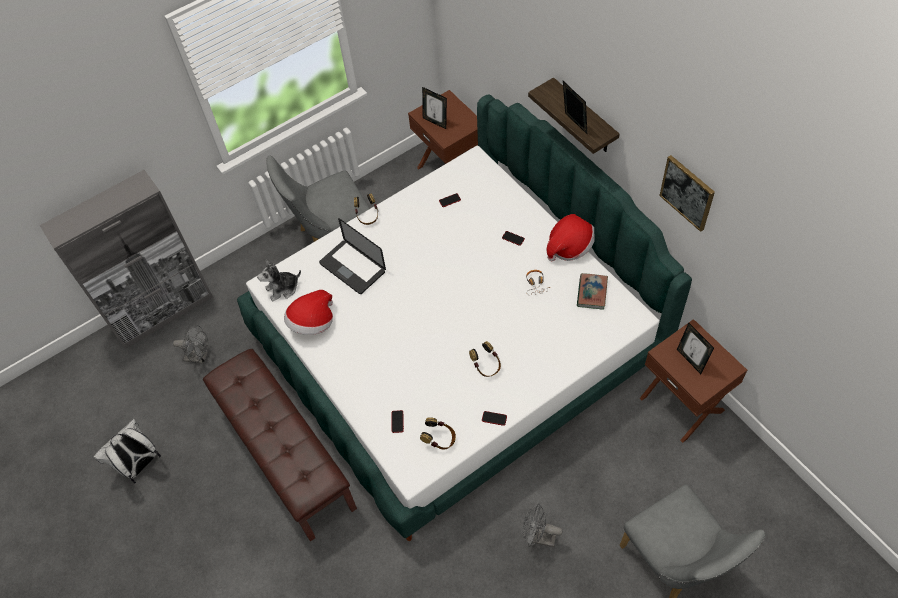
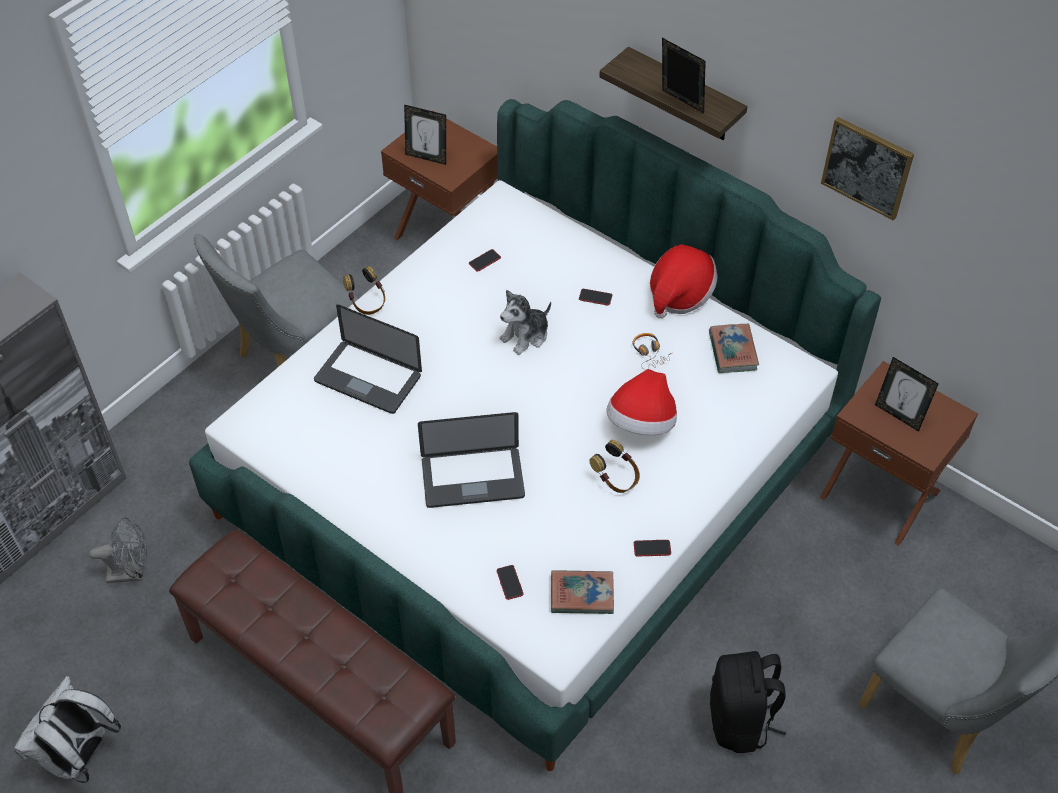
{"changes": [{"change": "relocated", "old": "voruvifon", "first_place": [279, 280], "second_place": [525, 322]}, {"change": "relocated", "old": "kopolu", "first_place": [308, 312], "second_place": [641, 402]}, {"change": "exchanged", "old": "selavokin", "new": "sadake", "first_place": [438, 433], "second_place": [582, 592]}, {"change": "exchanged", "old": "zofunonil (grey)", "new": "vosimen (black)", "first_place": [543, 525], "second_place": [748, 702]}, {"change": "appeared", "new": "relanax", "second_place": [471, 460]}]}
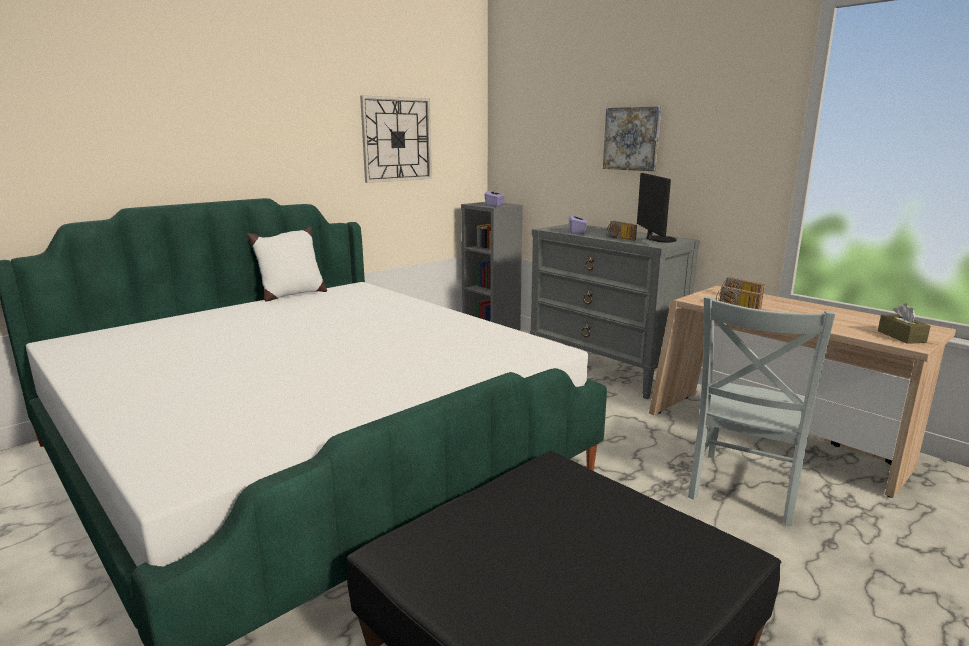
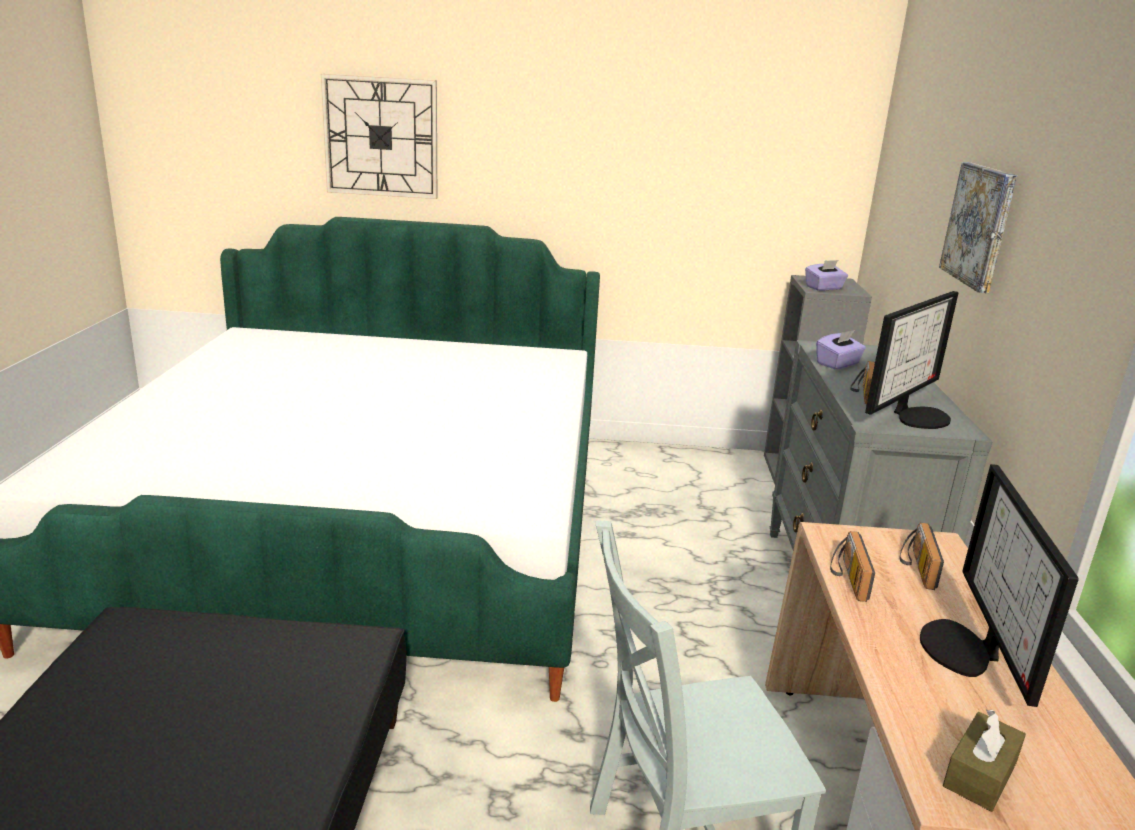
{"changes": [{"change": "relocated", "old": "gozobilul", "first_place": [396, 139], "second_place": [379, 136]}, {"change": "missing", "old": "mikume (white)", "first_place": [287, 264]}, {"change": "appeared", "new": "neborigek", "second_place": [999, 585]}]}
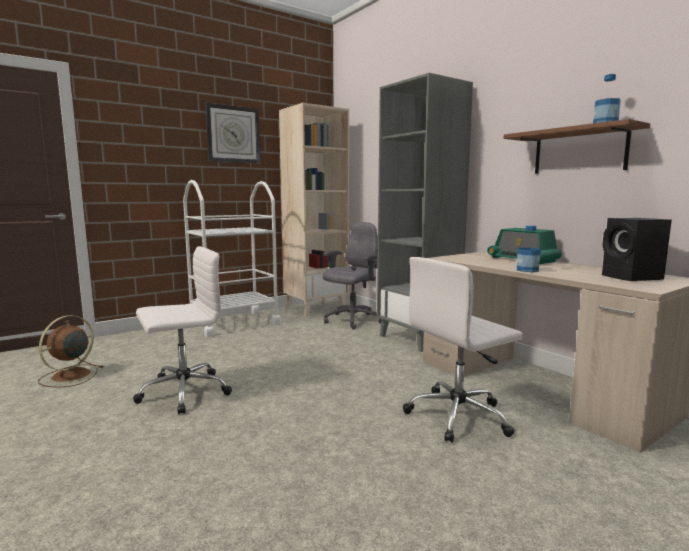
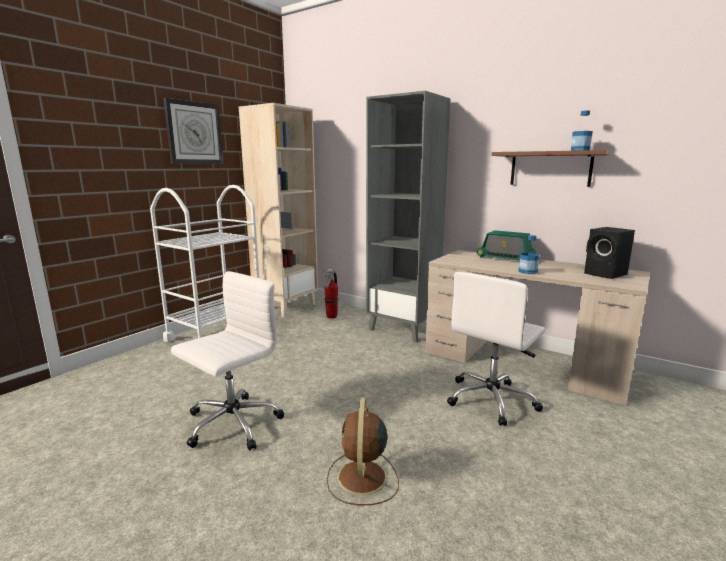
{"changes": [{"change": "exchanged", "old": "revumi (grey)", "new": "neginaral", "first_place": [351, 275], "second_place": [331, 293]}, {"change": "relocated", "old": "zofunonil (brown)", "first_place": [71, 351], "second_place": [363, 451]}]}
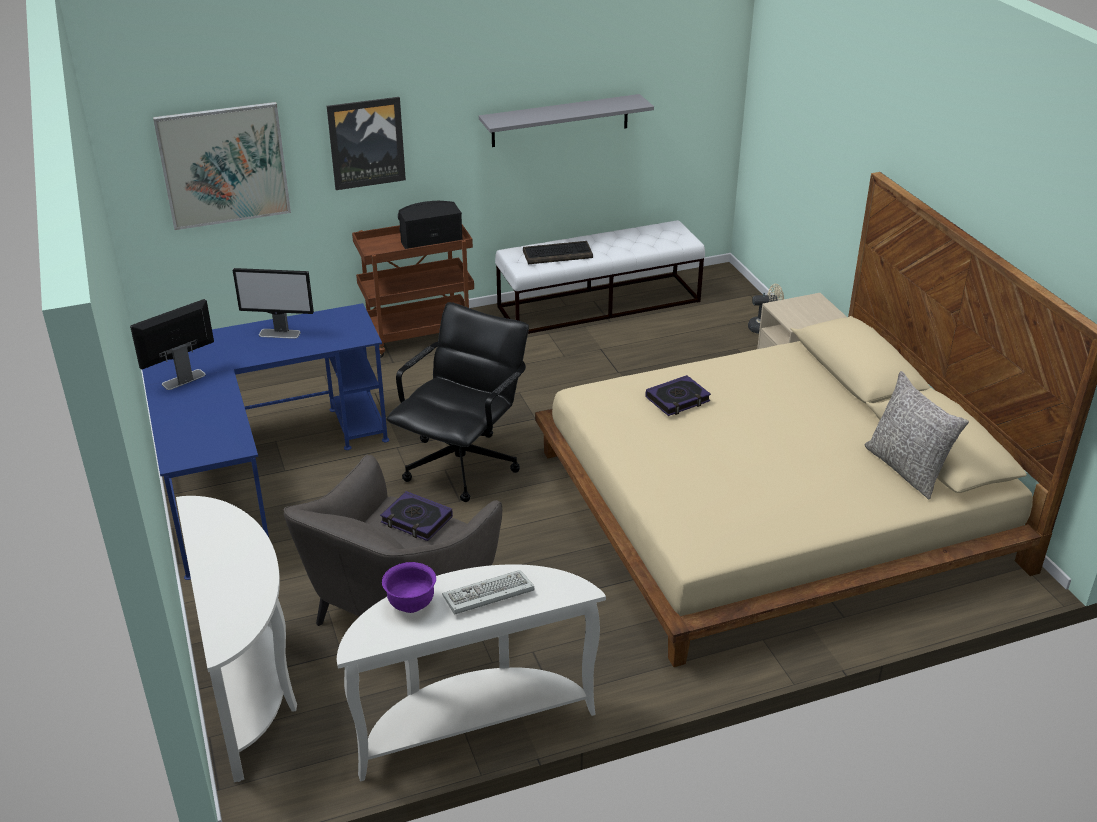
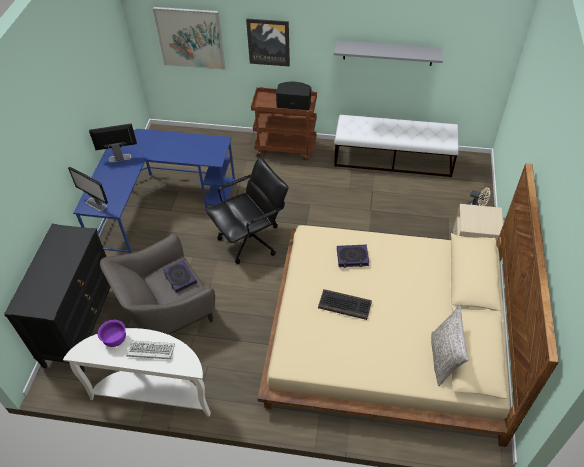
{"changes": [{"change": "relocated", "old": "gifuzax", "first_place": [558, 252], "second_place": [345, 304]}, {"change": "relocated", "old": "neborigek", "first_place": [273, 303], "second_place": [88, 189]}, {"change": "exchanged", "old": "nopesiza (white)", "new": "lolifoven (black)", "first_place": [236, 639], "second_place": [57, 298]}]}
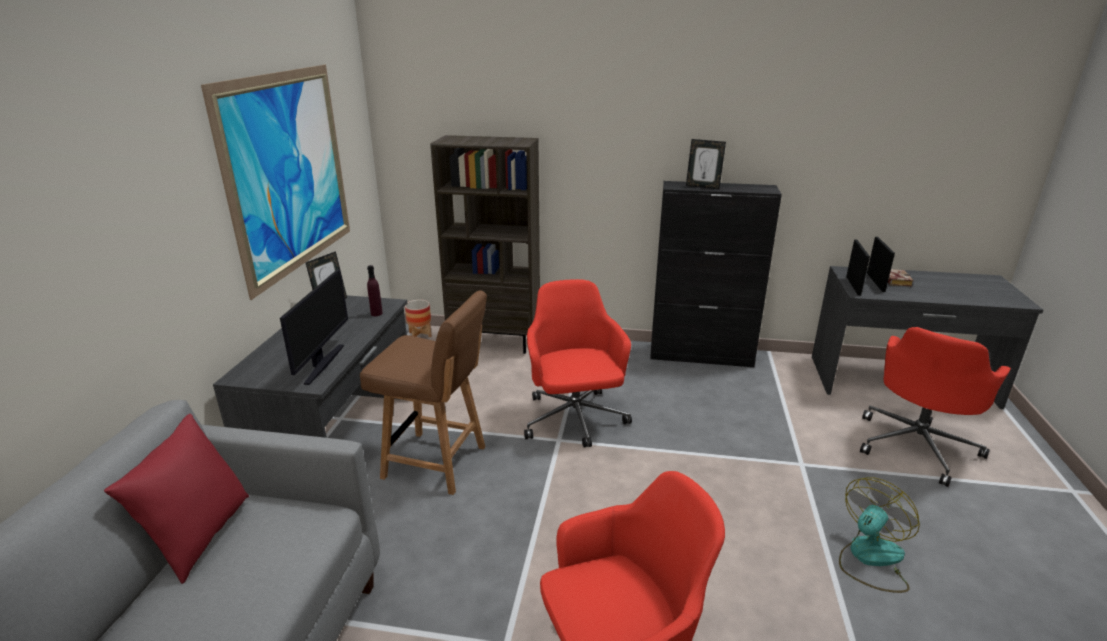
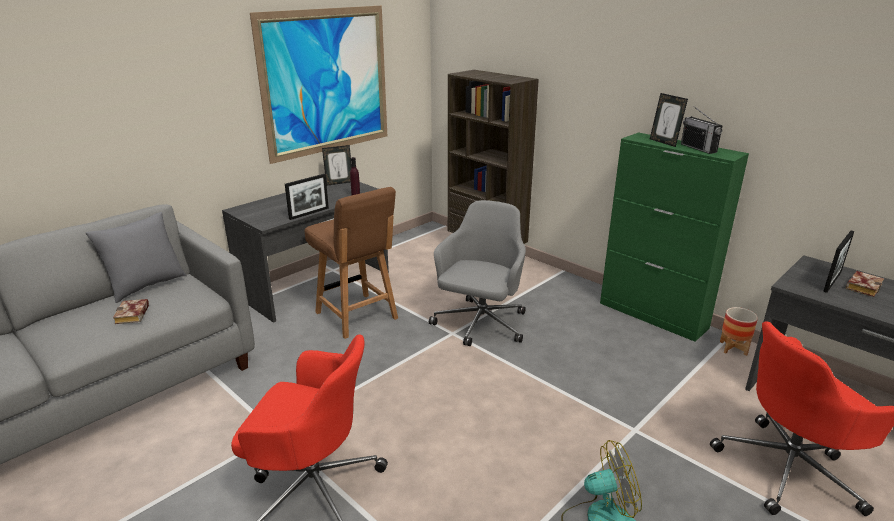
{"changes": [{"change": "colour", "old": "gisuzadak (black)", "new": "gisuzadak (green)", "first_place": [716, 274], "second_place": [674, 237]}, {"change": "relocated", "old": "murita", "first_place": [858, 267], "second_place": [307, 197]}, {"change": "missing", "old": "neborigek", "first_place": [314, 327]}, {"change": "colour", "old": "revumi (red)", "new": "revumi (grey)", "first_place": [578, 363], "second_place": [477, 273]}, {"change": "relocated", "old": "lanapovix", "first_place": [418, 318], "second_place": [739, 331]}, {"change": "colour", "old": "mikume (red)", "new": "mikume (grey)", "first_place": [176, 499], "second_place": [136, 257]}, {"change": "appeared", "new": "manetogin", "second_place": [701, 130]}, {"change": "appeared", "new": "sadake", "second_place": [131, 311]}]}
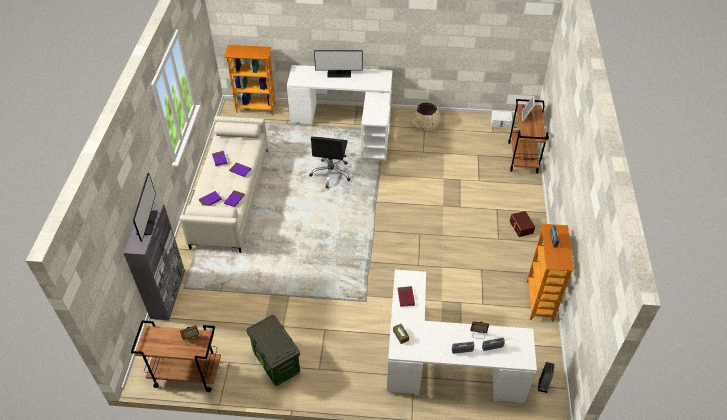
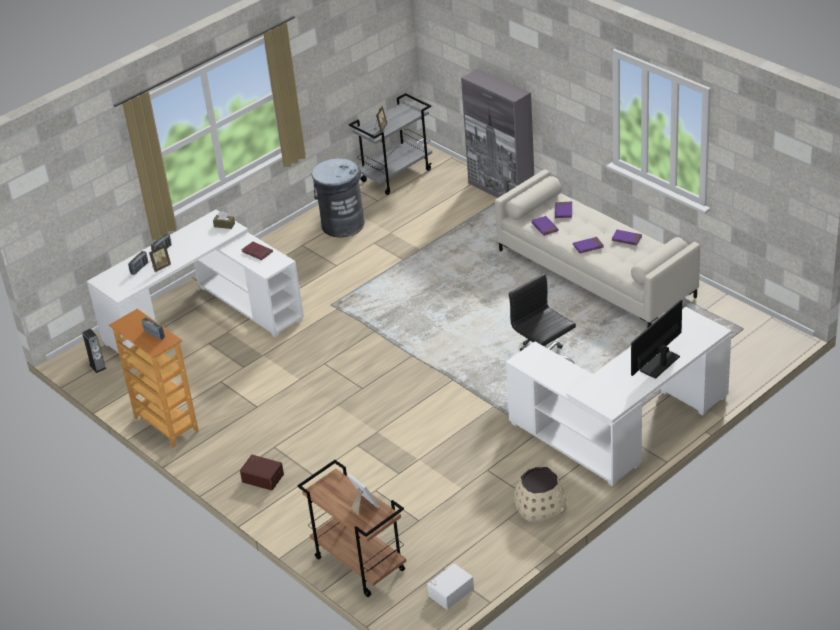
{"changes": [{"change": "missing", "old": "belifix", "first_place": [250, 80]}, {"change": "missing", "old": "neborigek", "first_place": [145, 207]}, {"change": "exchanged", "old": "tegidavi", "new": "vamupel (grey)", "first_place": [273, 350], "second_place": [338, 197]}, {"change": "colour", "old": "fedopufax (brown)", "new": "fedopufax (grey)", "first_place": [176, 356], "second_place": [390, 144]}]}
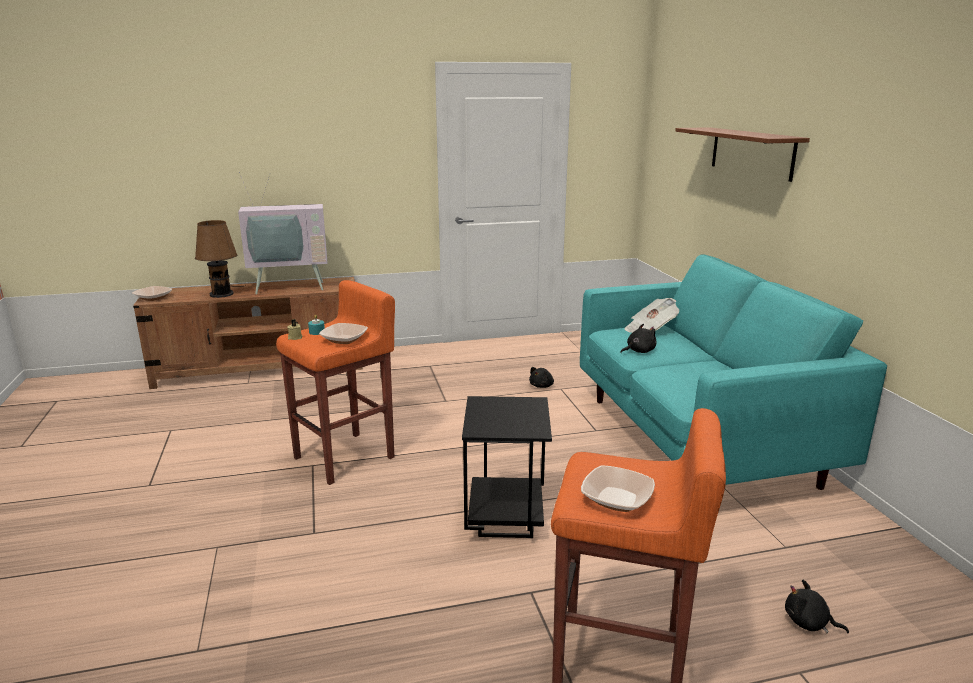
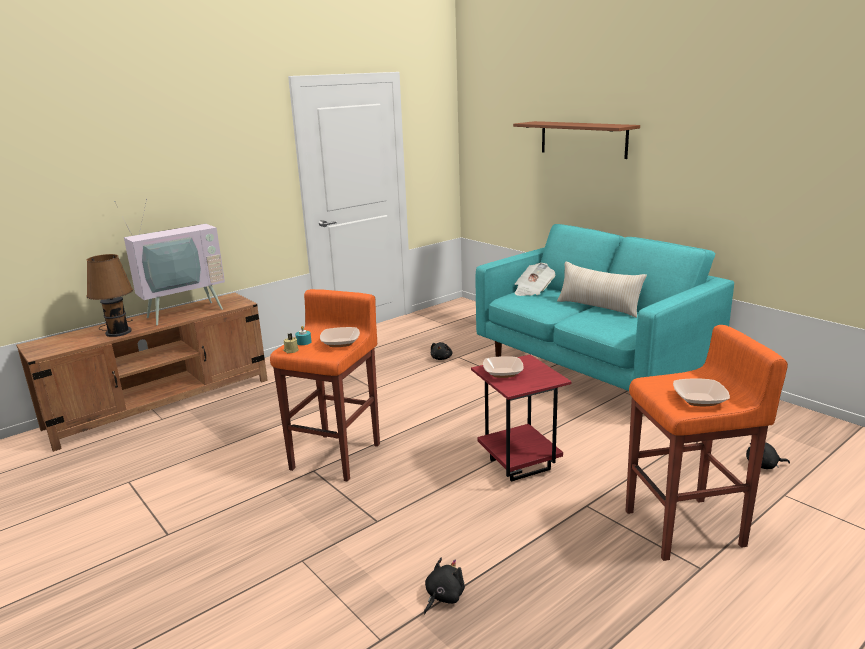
{"changes": [{"change": "relocated", "old": "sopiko", "first_place": [152, 293], "second_place": [503, 367]}, {"change": "relocated", "old": "voruvifon (black)", "first_place": [638, 338], "second_place": [444, 586]}, {"change": "colour", "old": "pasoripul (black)", "new": "pasoripul (red)", "first_place": [507, 467], "second_place": [521, 418]}, {"change": "appeared", "new": "mikume (beige)", "second_place": [602, 289]}]}
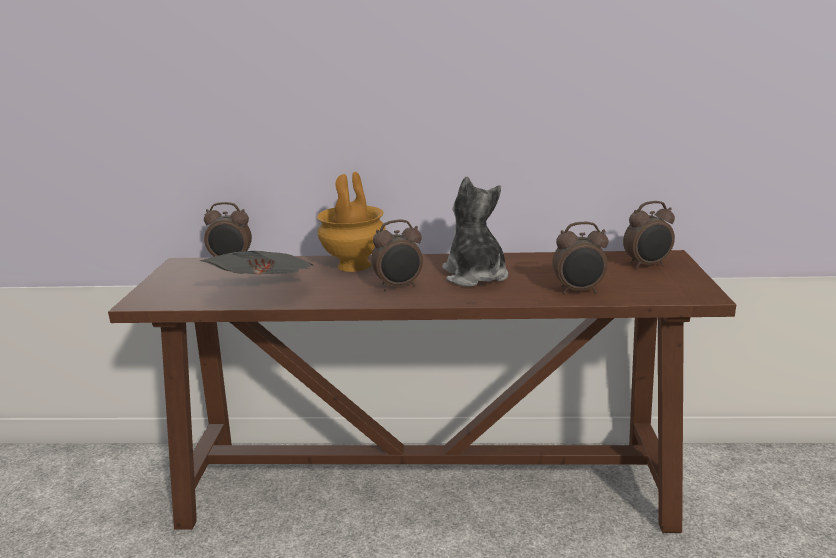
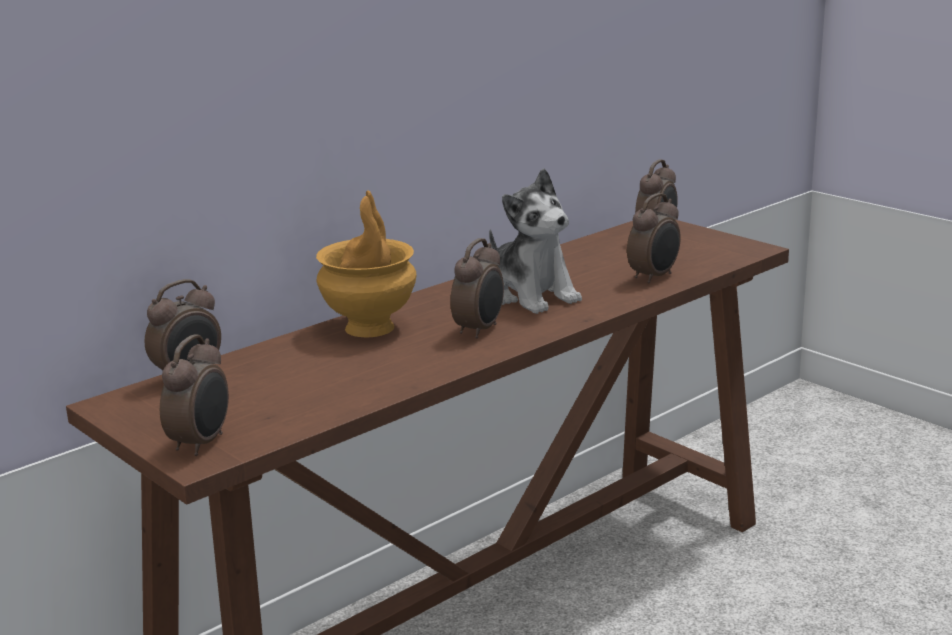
{"changes": [{"change": "spun", "old": "voruvifon", "first_place": [475, 231], "second_place": [535, 241], "degrees": -150}, {"change": "missing", "old": "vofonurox", "first_place": [257, 263]}, {"change": "appeared", "new": "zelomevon", "second_place": [194, 395]}]}
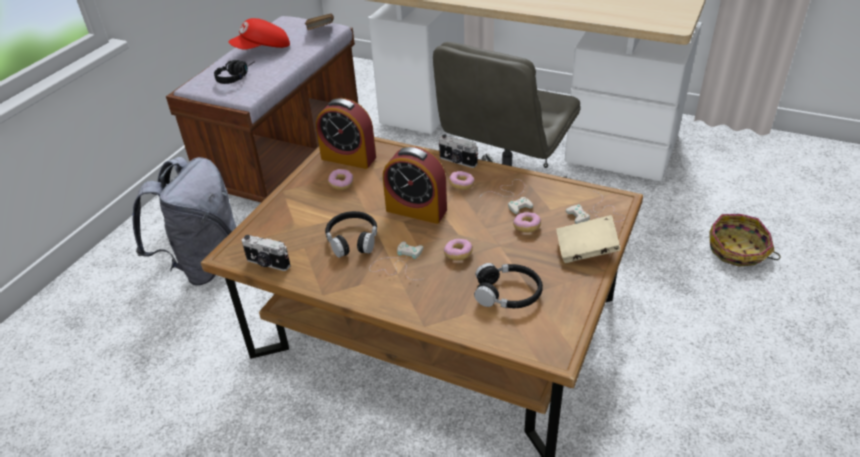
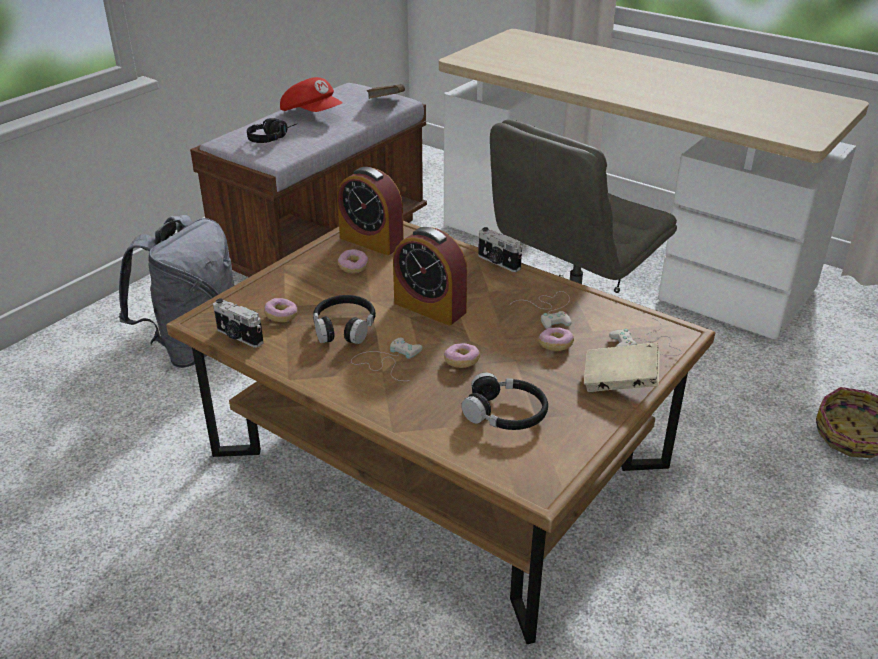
{"changes": [{"change": "spun", "old": "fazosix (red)", "first_place": [259, 34], "second_place": [311, 94], "degrees": -120}, {"change": "relocated", "old": "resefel", "first_place": [462, 180], "second_place": [281, 310]}]}
